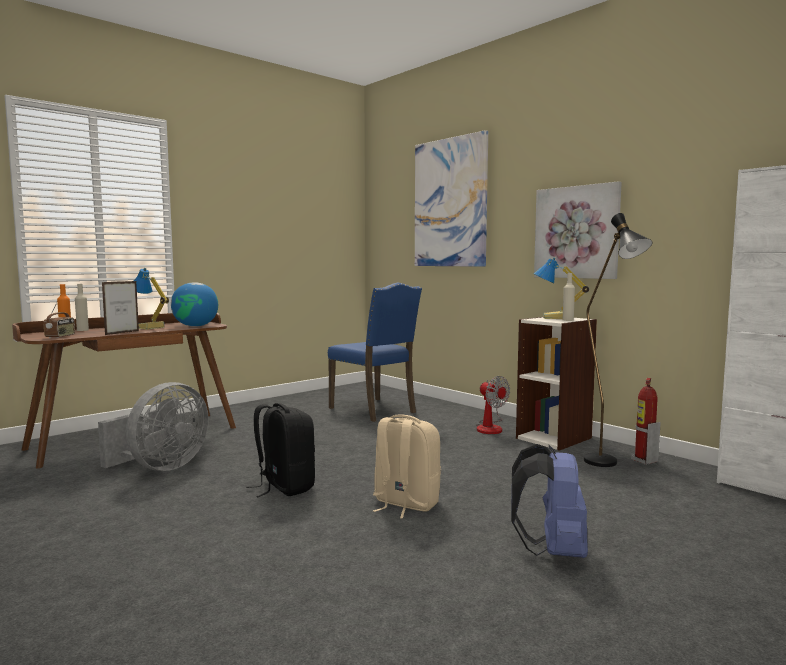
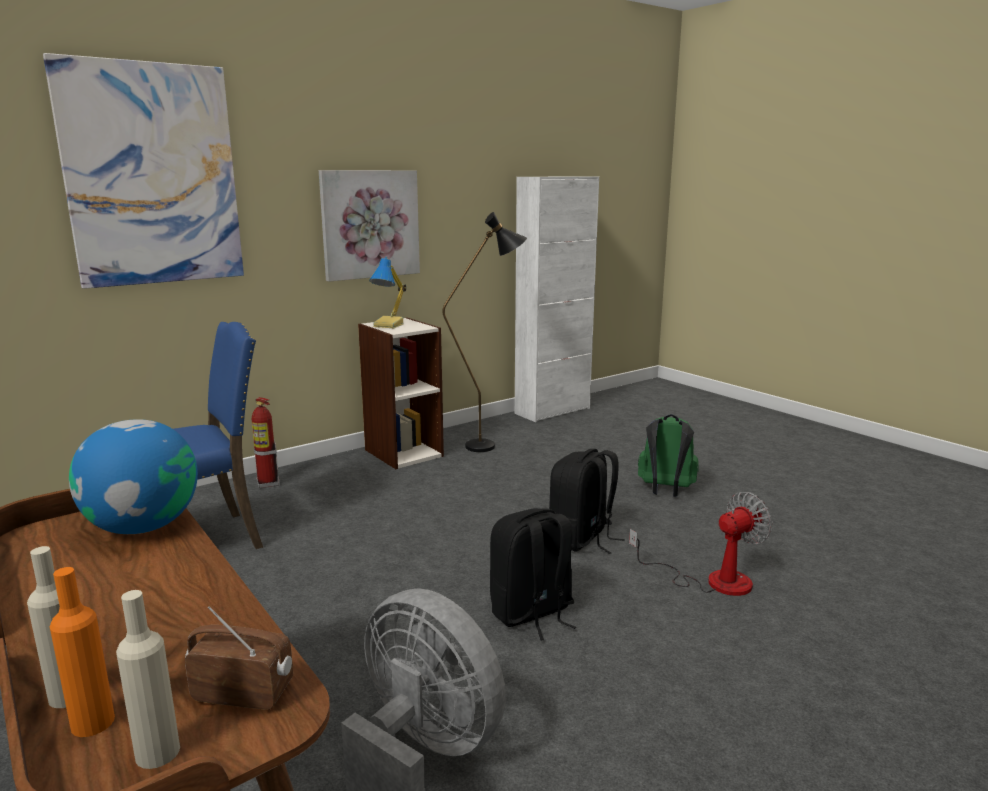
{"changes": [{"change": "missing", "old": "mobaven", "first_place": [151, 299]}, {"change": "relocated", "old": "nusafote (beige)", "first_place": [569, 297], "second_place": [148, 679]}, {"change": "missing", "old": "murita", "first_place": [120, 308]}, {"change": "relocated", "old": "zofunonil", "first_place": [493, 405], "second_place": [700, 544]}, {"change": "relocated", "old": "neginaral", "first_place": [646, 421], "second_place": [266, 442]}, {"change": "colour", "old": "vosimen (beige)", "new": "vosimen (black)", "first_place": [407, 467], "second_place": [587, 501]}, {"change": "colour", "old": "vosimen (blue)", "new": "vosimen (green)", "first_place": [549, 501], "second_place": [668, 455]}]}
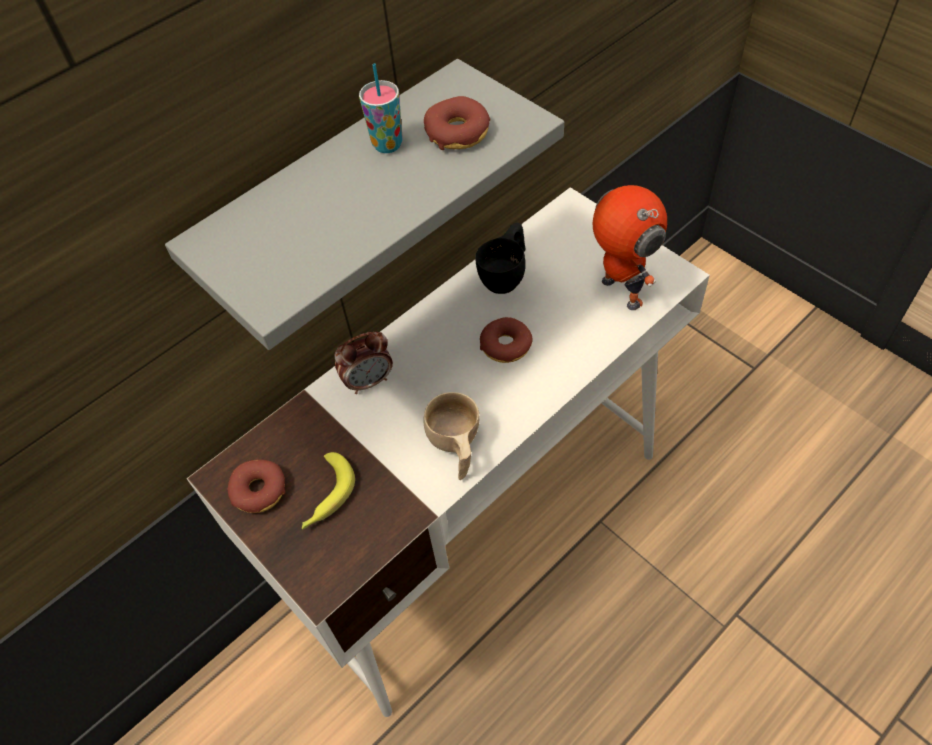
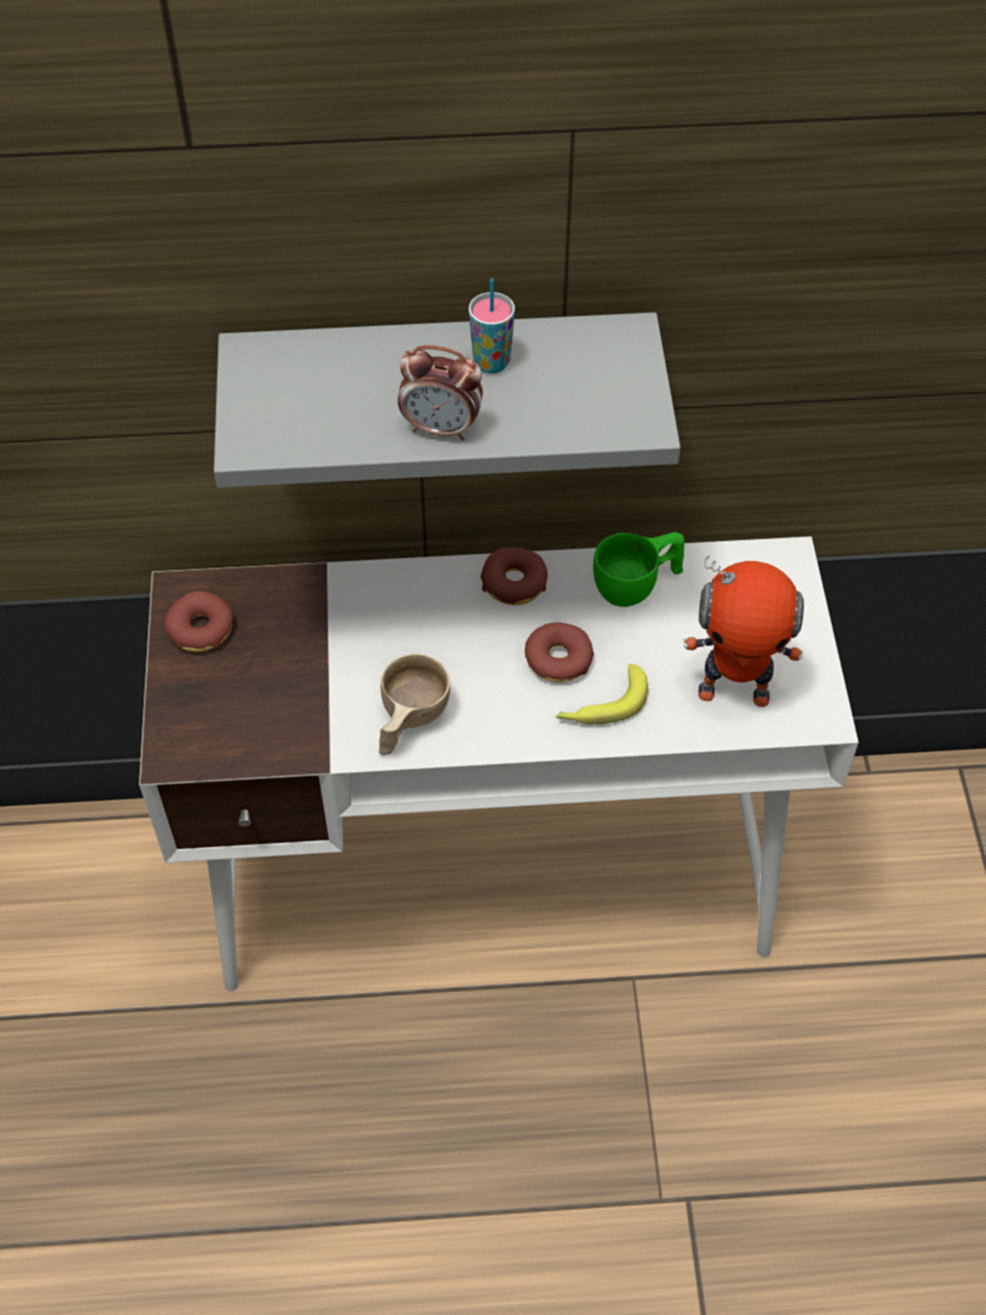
{"changes": [{"change": "relocated", "old": "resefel", "first_place": [457, 123], "second_place": [514, 576]}, {"change": "spun", "old": "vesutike", "first_place": [630, 247], "second_place": [743, 631], "degrees": 90}, {"change": "colour", "old": "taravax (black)", "new": "taravax (green)", "first_place": [500, 258], "second_place": [638, 569]}, {"change": "relocated", "old": "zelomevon", "first_place": [363, 363], "second_place": [440, 393]}, {"change": "relocated", "old": "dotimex", "first_place": [328, 491], "second_place": [602, 694]}]}
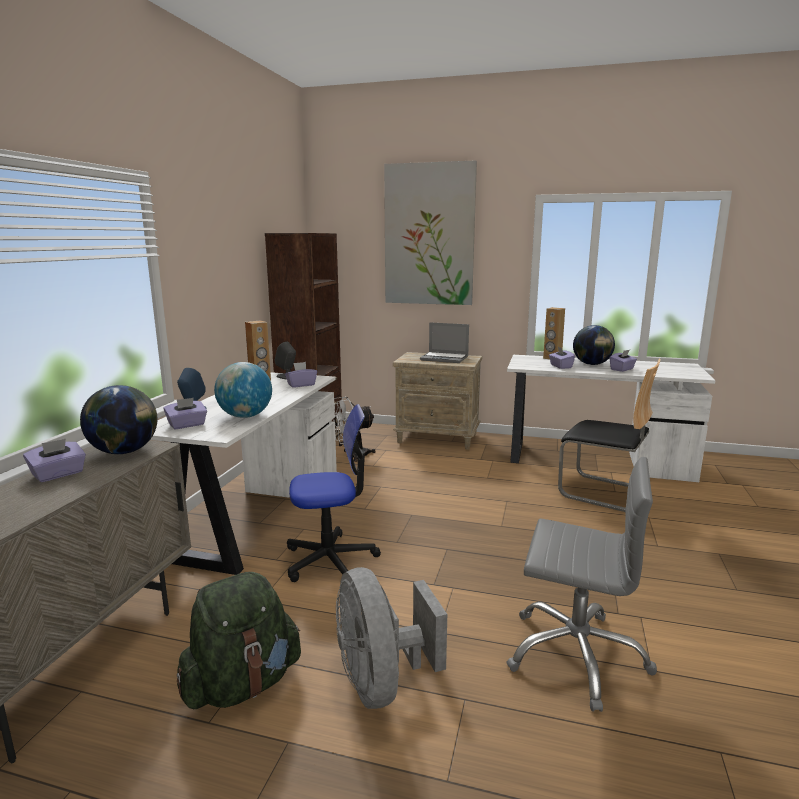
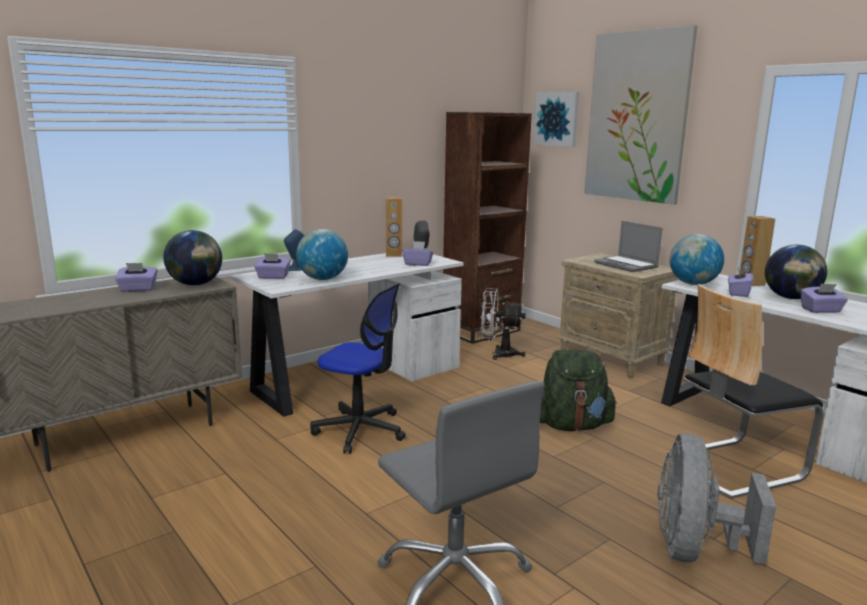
{"changes": [{"change": "spun", "old": "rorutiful", "first_place": [609, 435], "second_place": [745, 391], "degrees": 90}, {"change": "relocated", "old": "zofunonil (grey)", "first_place": [391, 638], "second_place": [717, 499]}, {"change": "relocated", "old": "vosimen (green)", "first_place": [239, 640], "second_place": [578, 390]}, {"change": "appeared", "new": "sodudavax", "second_place": [556, 119]}, {"change": "appeared", "new": "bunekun", "second_place": [697, 259]}]}
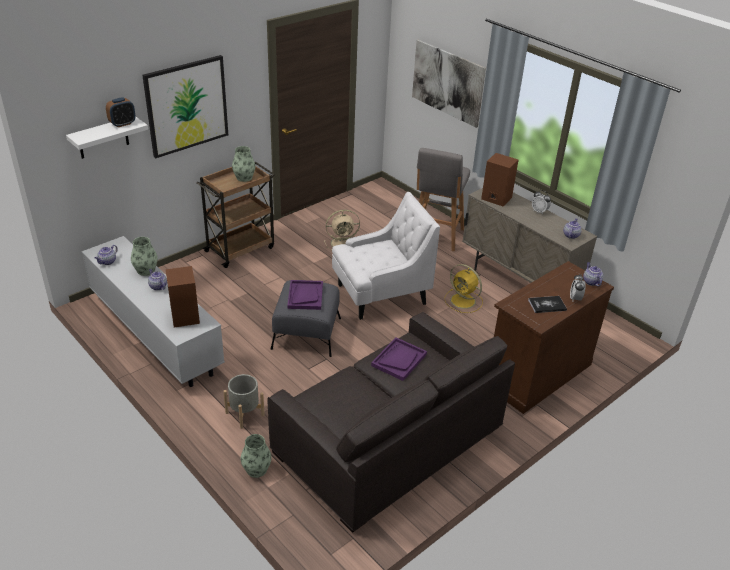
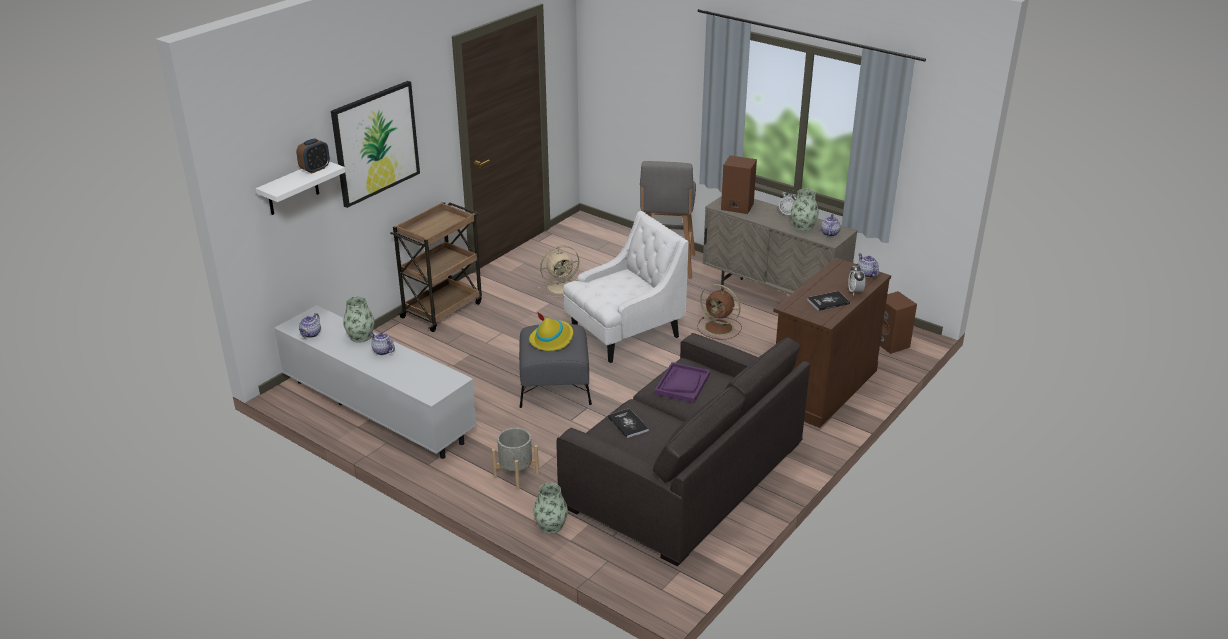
{"changes": [{"change": "missing", "old": "sodudavax", "first_place": [449, 84]}, {"change": "relocated", "old": "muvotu", "first_place": [243, 164], "second_place": [805, 210]}, {"change": "colour", "old": "zofunonil (yellow)", "new": "zofunonil (brown)", "first_place": [463, 288], "second_place": [719, 312]}, {"change": "relocated", "old": "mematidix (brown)", "first_place": [182, 297], "second_place": [898, 322]}, {"change": "exchanged", "old": "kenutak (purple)", "new": "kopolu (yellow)", "first_place": [305, 295], "second_place": [551, 331]}, {"change": "appeared", "new": "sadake", "second_place": [628, 423]}]}
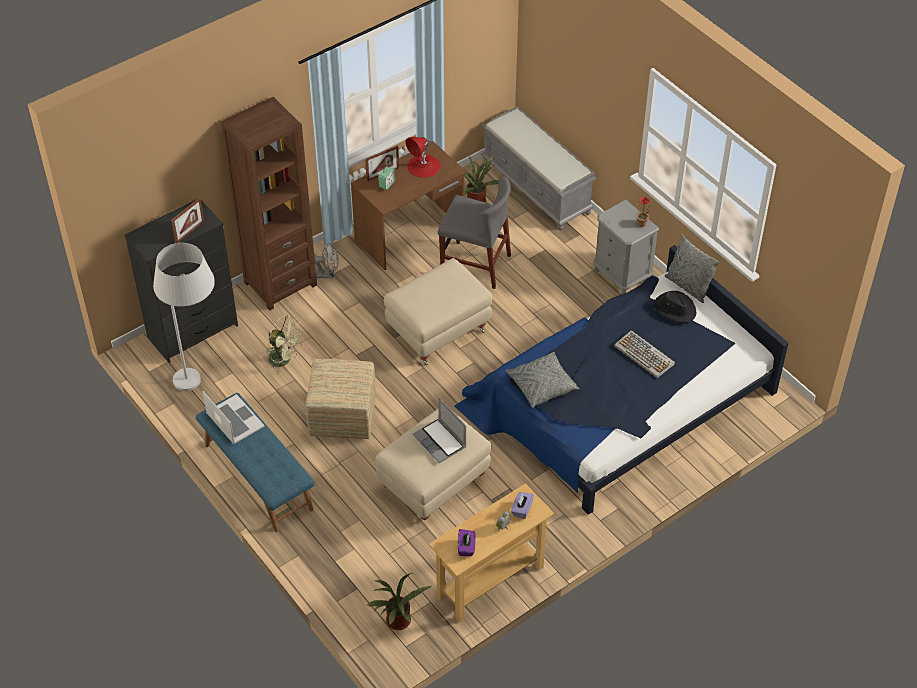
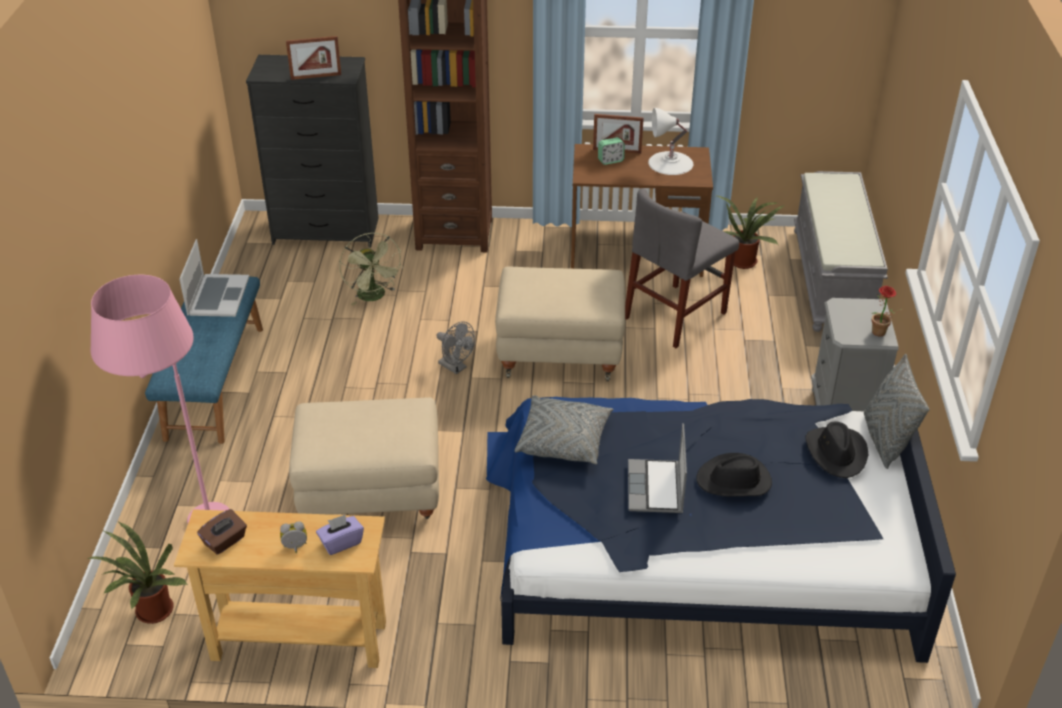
{"changes": [{"change": "colour", "old": "mobaven (red)", "new": "mobaven (white)", "first_place": [423, 157], "second_place": [670, 141]}, {"change": "spun", "old": "rorutiful (grey)", "first_place": [474, 233], "second_place": [682, 268], "degrees": 75}, {"change": "missing", "old": "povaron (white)", "first_place": [184, 317]}, {"change": "relocated", "old": "zofunonil (grey)", "first_place": [327, 260], "second_place": [456, 347]}, {"change": "exchanged", "old": "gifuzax", "new": "kopolu (black)", "first_place": [644, 354], "second_place": [734, 475]}, {"change": "missing", "old": "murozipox", "first_place": [341, 399]}, {"change": "relocated", "old": "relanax", "first_place": [439, 430], "second_place": [657, 468]}, {"change": "colour", "old": "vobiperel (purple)", "new": "vobiperel (brown)", "first_place": [466, 542], "second_place": [222, 532]}, {"change": "appeared", "new": "povaron (pink)", "second_place": [160, 399]}]}
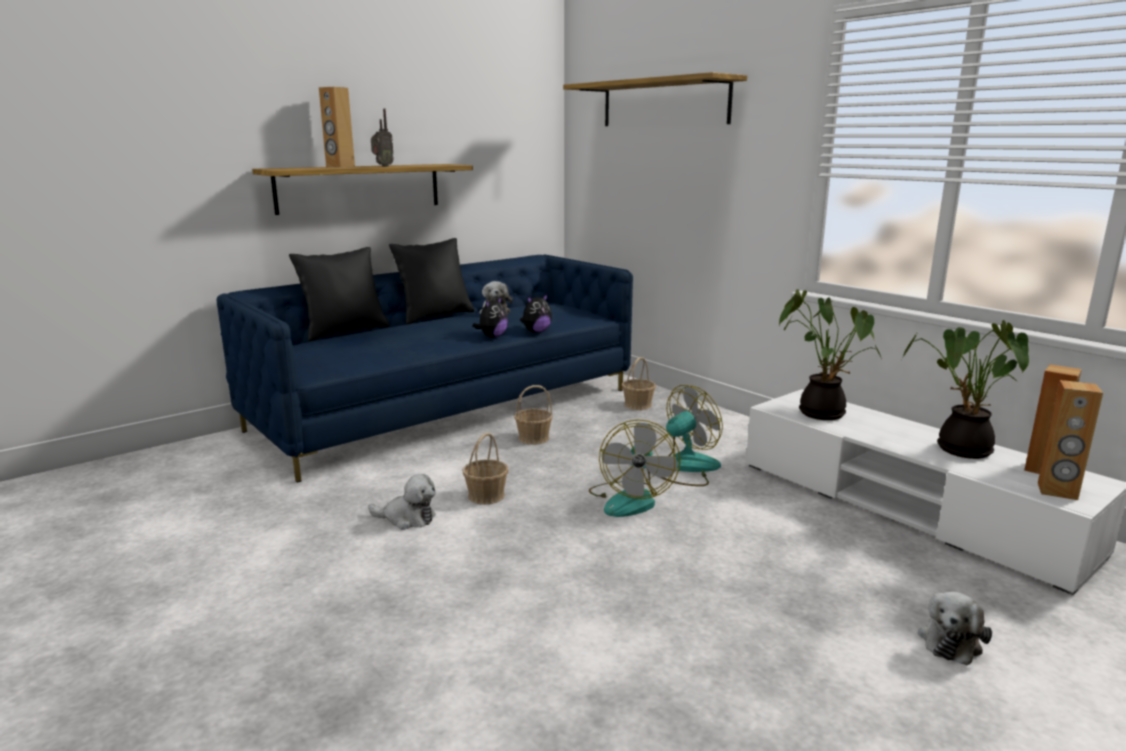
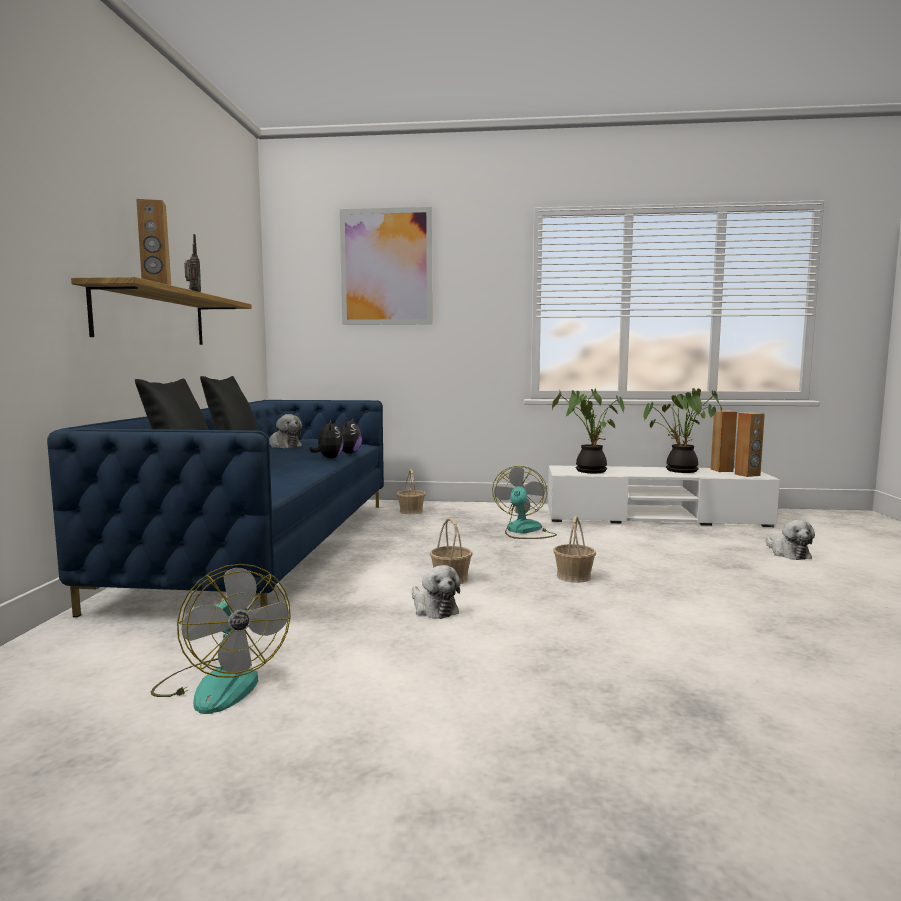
{"changes": [{"change": "exchanged", "old": "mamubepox", "new": "sodudavax", "first_place": [655, 99], "second_place": [386, 266]}, {"change": "relocated", "old": "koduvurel", "first_place": [533, 415], "second_place": [574, 549]}, {"change": "relocated", "old": "zofunonil", "first_place": [634, 468], "second_place": [221, 639]}, {"change": "spun", "old": "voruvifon", "first_place": [402, 502], "second_place": [436, 592], "degrees": 90}]}
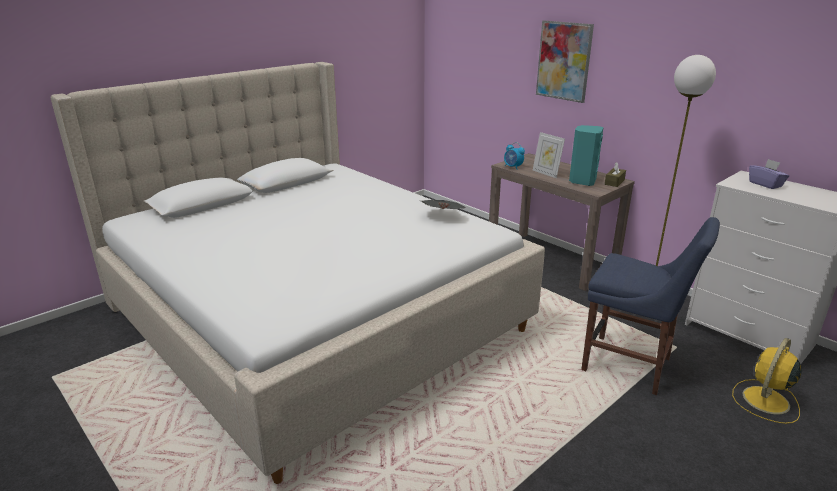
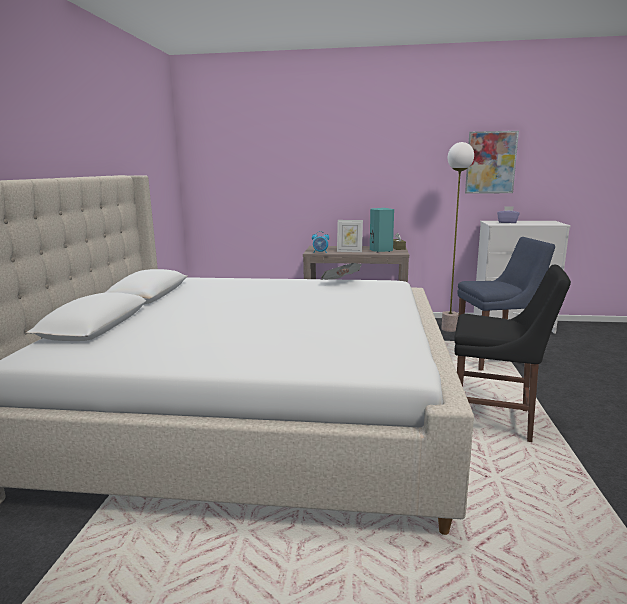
{"changes": [{"change": "relocated", "old": "sodudavax", "first_place": [565, 62], "second_place": [492, 162]}, {"change": "missing", "old": "zofunonil (yellow)", "first_place": [767, 381]}, {"change": "appeared", "new": "rorutiful (black)", "second_place": [512, 353]}]}
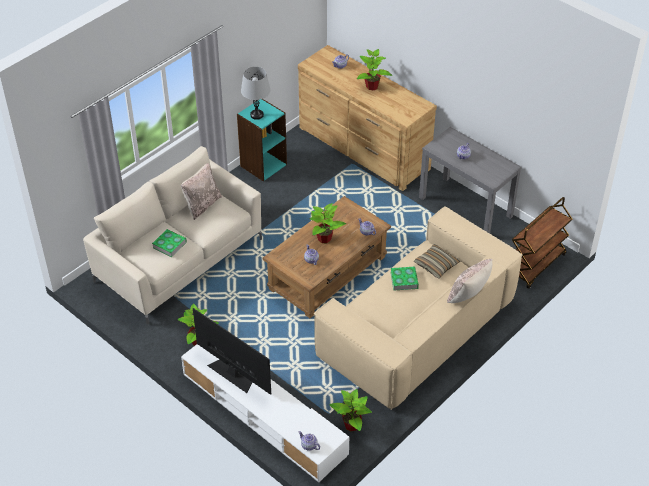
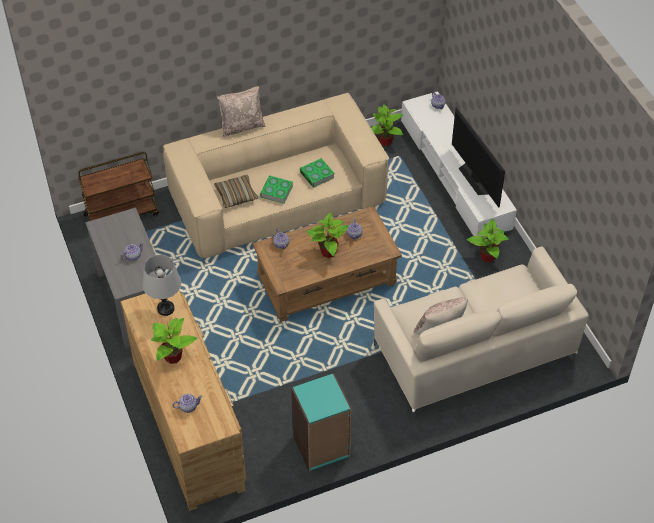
{"changes": [{"change": "relocated", "old": "mobaven (grey)", "first_place": [256, 93], "second_place": [161, 285]}, {"change": "relocated", "old": "sadake", "first_place": [169, 243], "second_place": [317, 173]}]}
